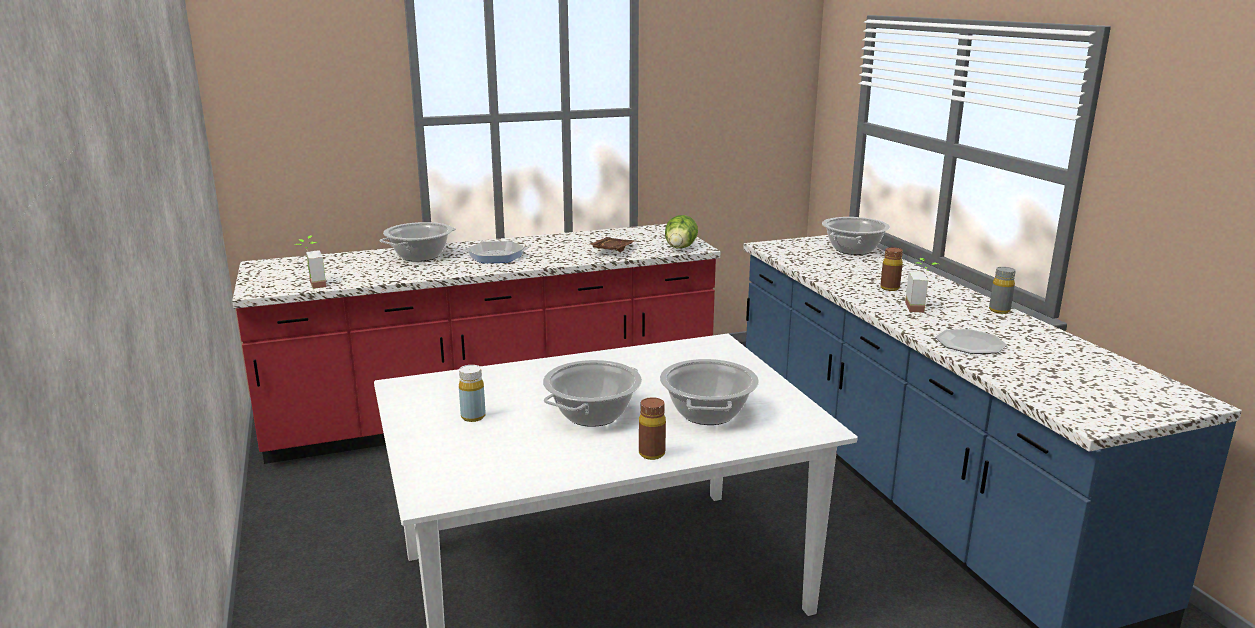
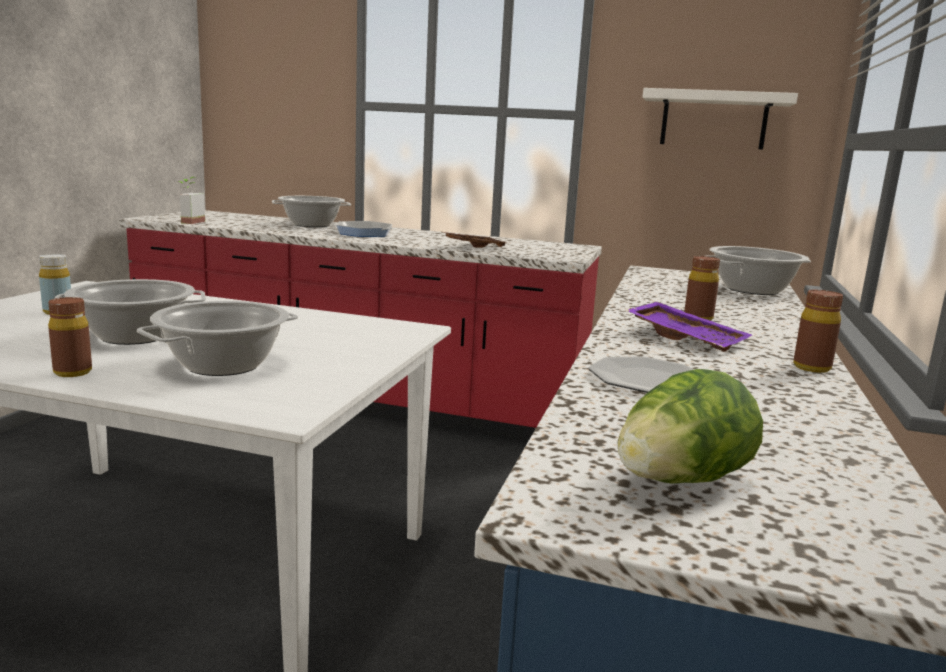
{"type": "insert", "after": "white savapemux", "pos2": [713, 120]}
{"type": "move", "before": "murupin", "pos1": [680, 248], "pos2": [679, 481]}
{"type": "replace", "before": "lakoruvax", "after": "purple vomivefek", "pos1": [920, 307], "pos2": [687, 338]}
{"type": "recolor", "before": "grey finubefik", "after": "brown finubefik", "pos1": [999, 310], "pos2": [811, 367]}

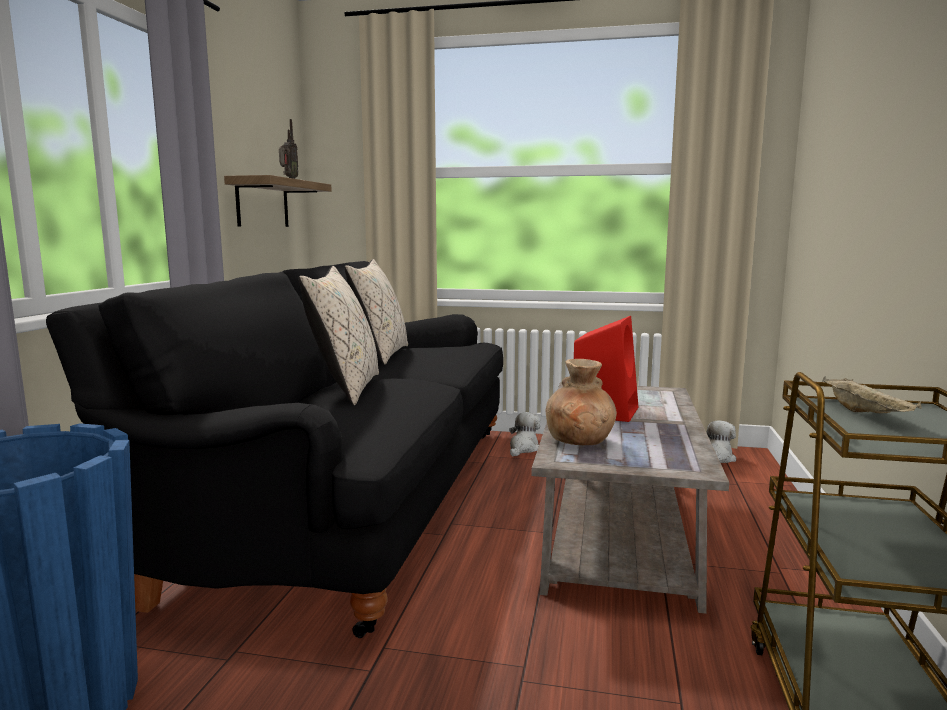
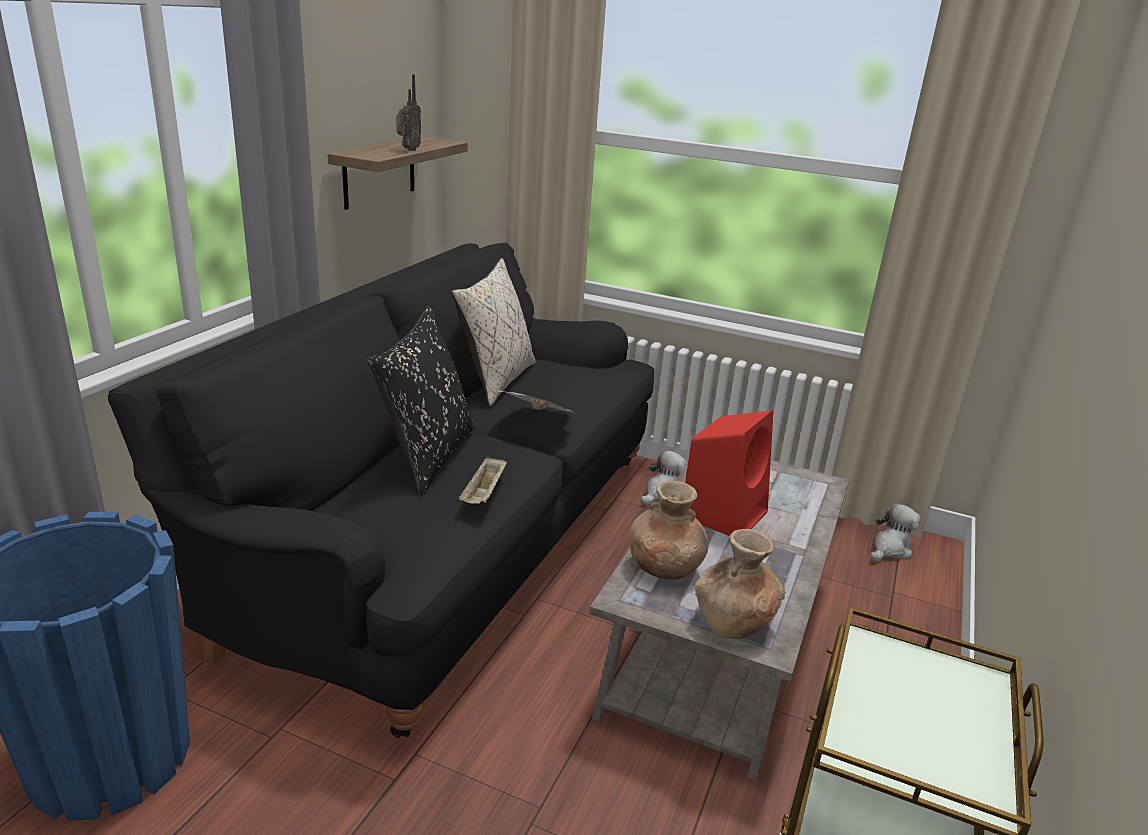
{"type": "insert", "after": "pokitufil", "pos2": [539, 422]}
{"type": "insert", "after": "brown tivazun", "pos2": [734, 622]}
{"type": "move", "before": "beige vomivefek", "pos1": [866, 414], "pos2": [484, 494]}
{"type": "recolor", "before": "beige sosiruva", "after": "black sosiruva", "pos1": [345, 389], "pos2": [426, 456]}

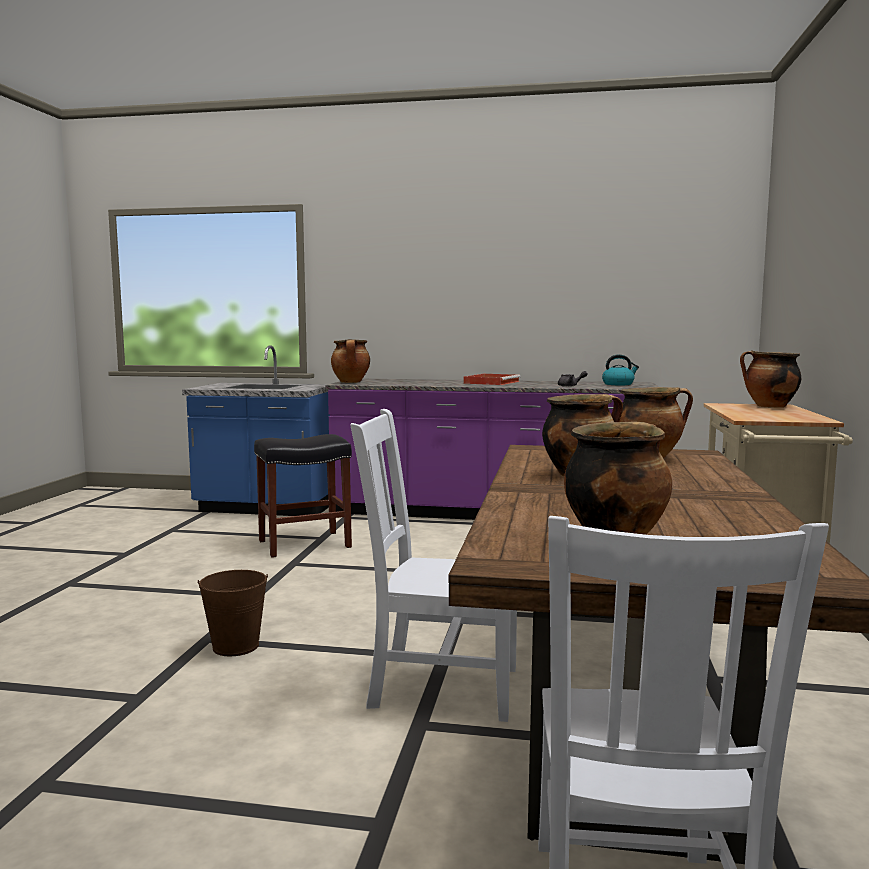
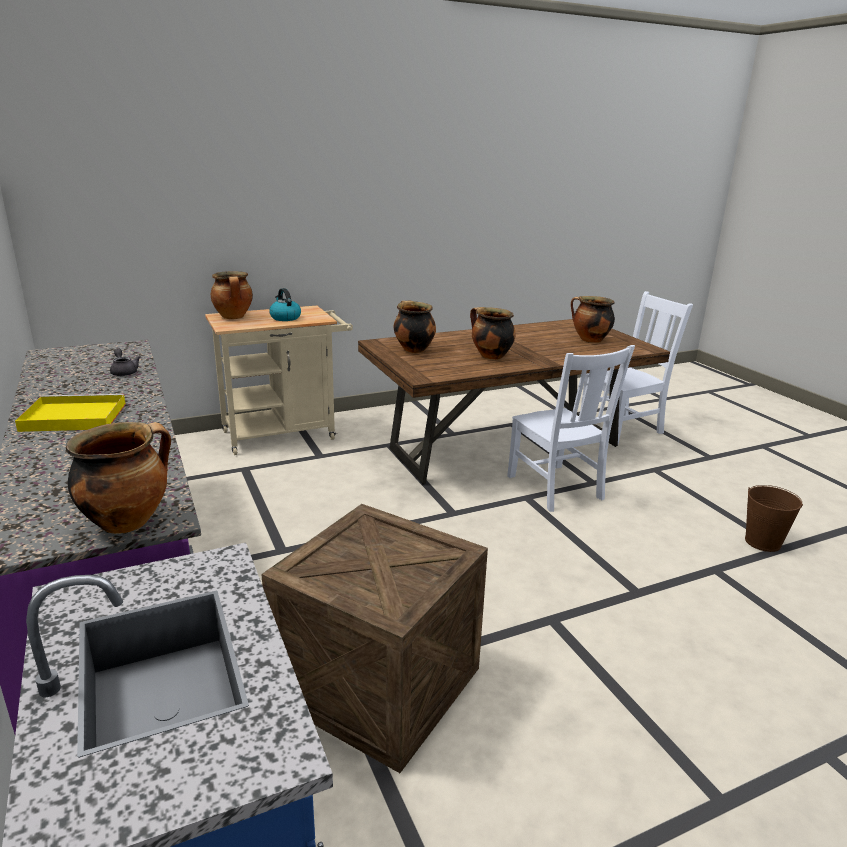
{"type": "move", "before": "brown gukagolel", "pos1": [235, 646], "pos2": [762, 542]}
{"type": "move", "before": "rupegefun", "pos1": [618, 384], "pos2": [285, 318]}
{"type": "replace", "before": "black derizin", "after": "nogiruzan", "pos1": [303, 544], "pos2": [382, 683]}
{"type": "recolor", "before": "red vomivefek", "after": "yellow vomivefek", "pos1": [491, 382], "pos2": [72, 417]}

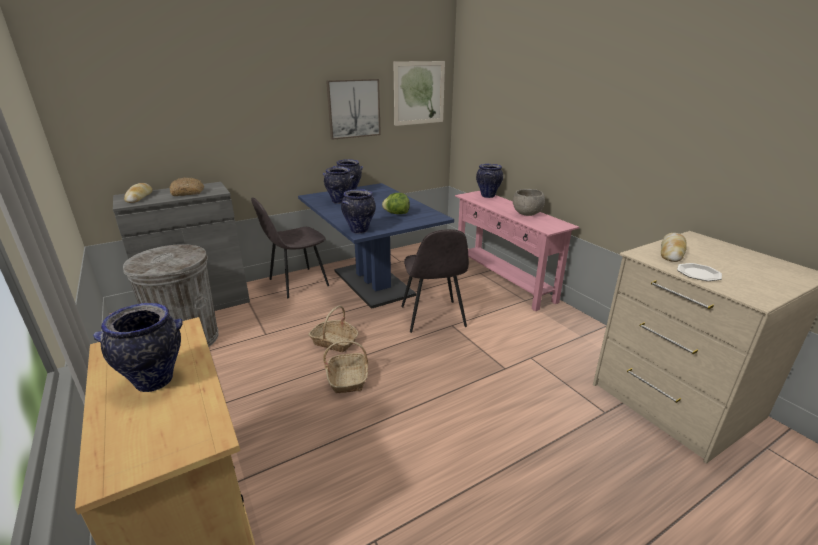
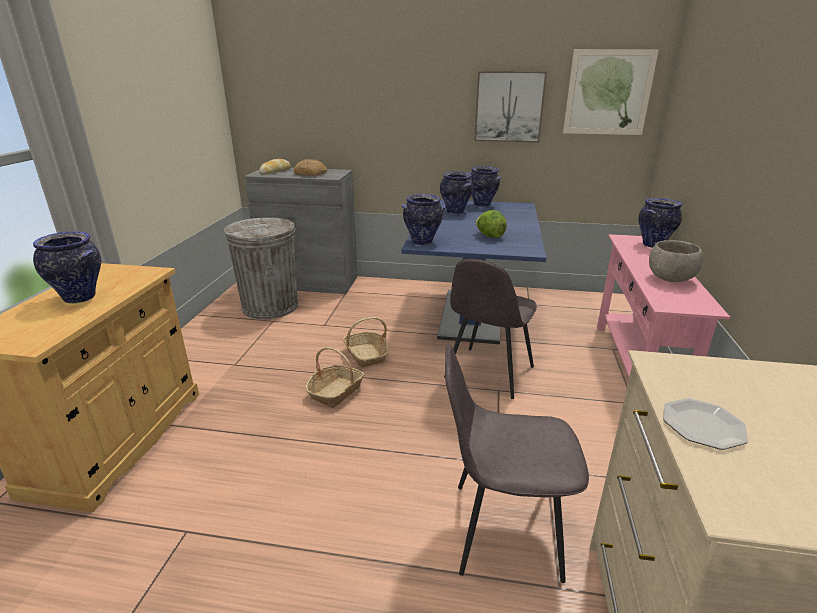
{"type": "delete", "before": "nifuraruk", "pos1": [671, 252]}
{"type": "move", "before": "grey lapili", "pos1": [297, 283], "pos2": [501, 529]}

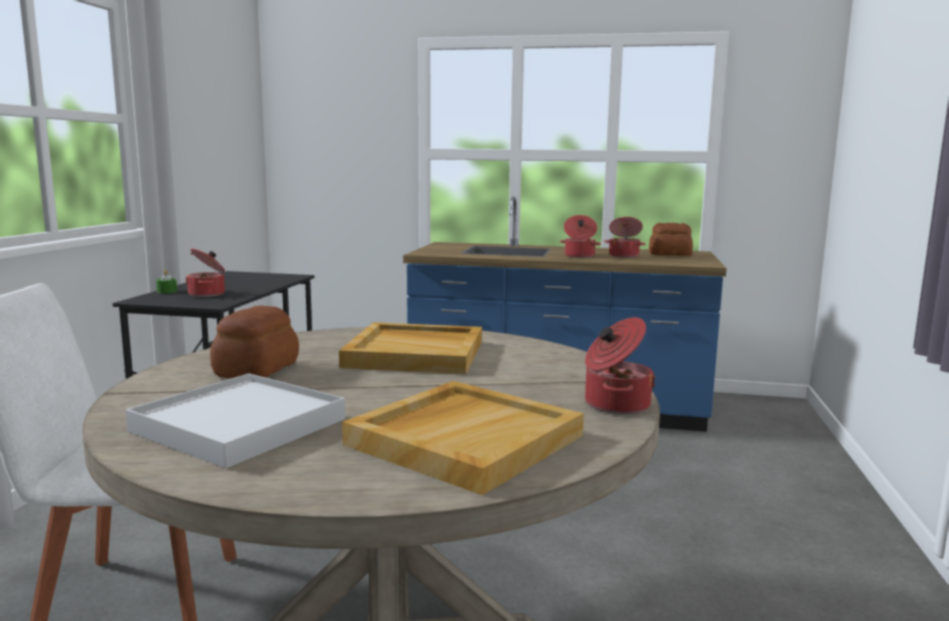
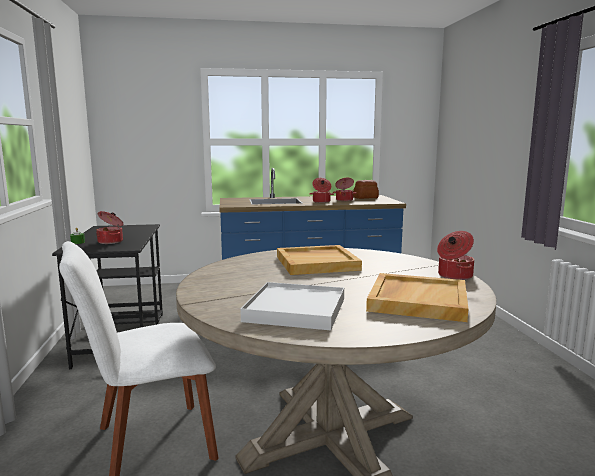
{"type": "delete", "before": "nifuraruk", "pos1": [258, 369]}

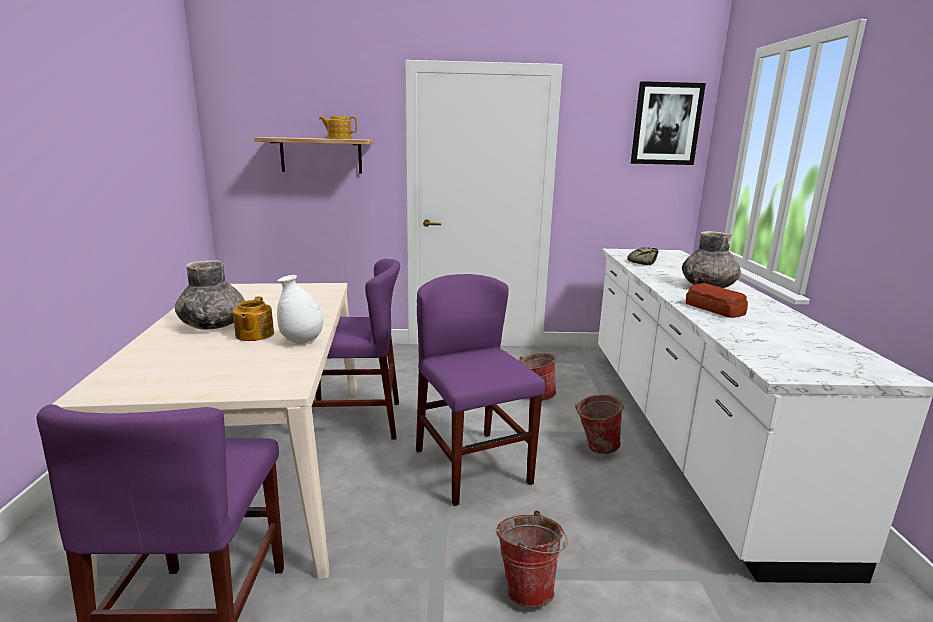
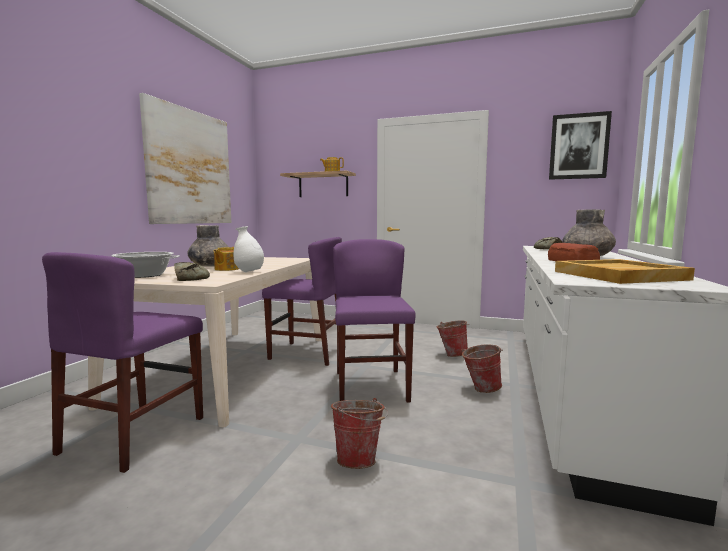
{"type": "insert", "after": "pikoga", "pos2": [145, 275]}
{"type": "insert", "after": "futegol", "pos2": [190, 167]}
{"type": "insert", "after": "nifuraruk", "pos2": [190, 278]}
{"type": "insert", "after": "beige vomivefek", "pos2": [618, 275]}

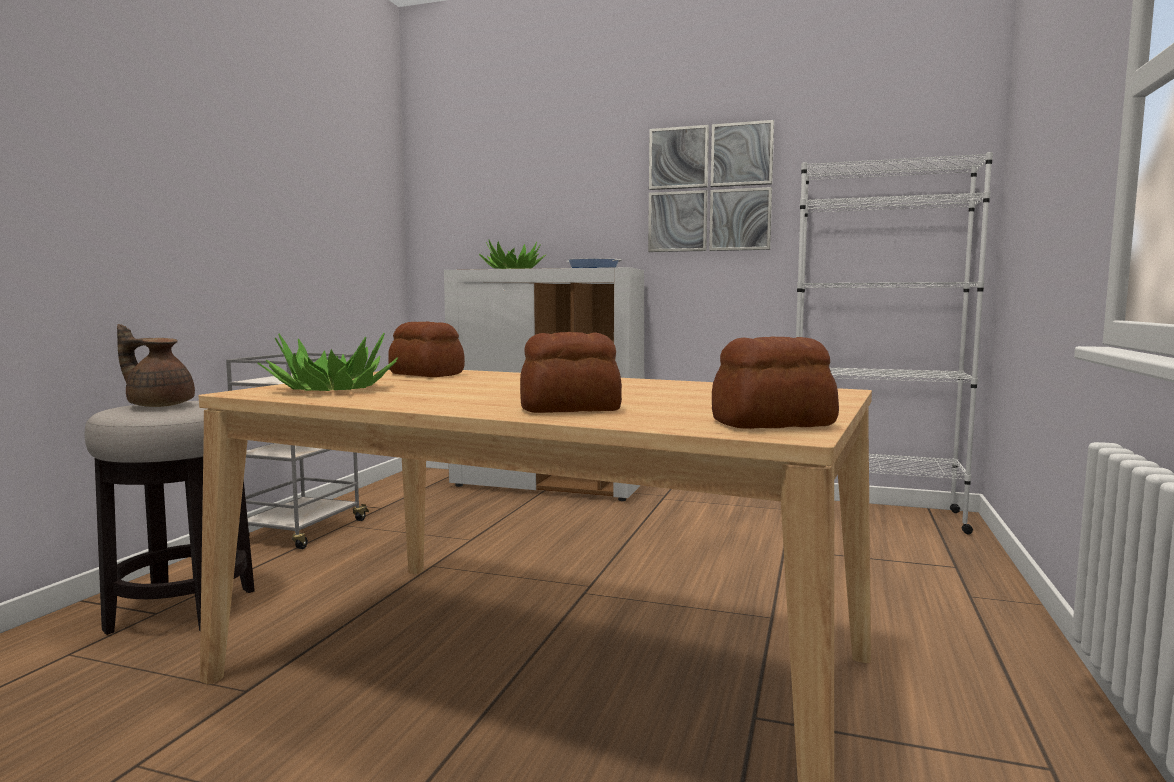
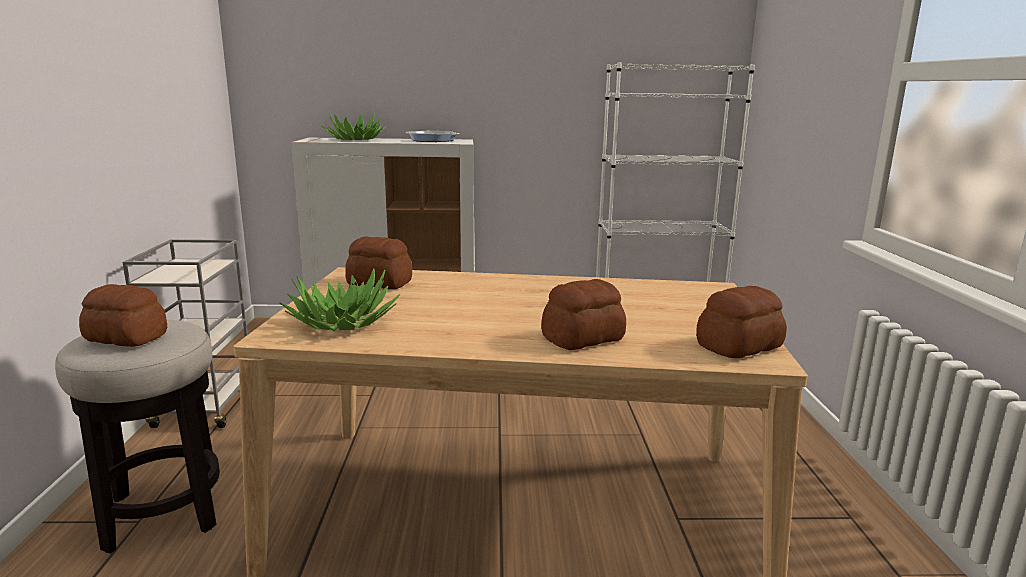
{"type": "delete", "before": "futegol", "pos1": [709, 189]}
{"type": "replace", "before": "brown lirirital", "after": "nifuraruk", "pos1": [159, 405], "pos2": [126, 337]}

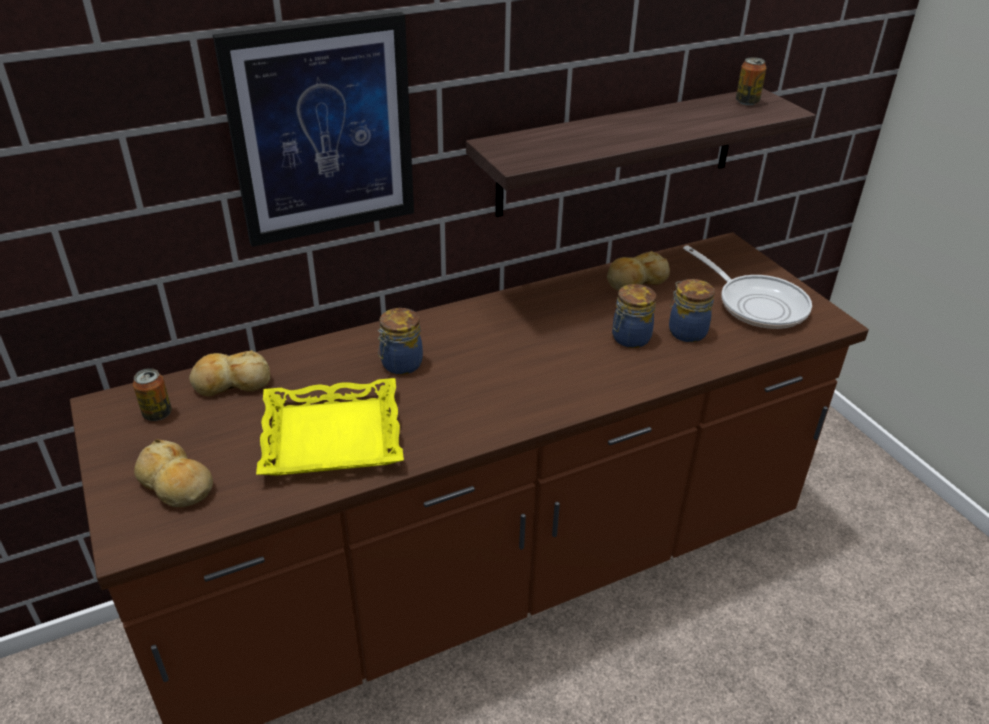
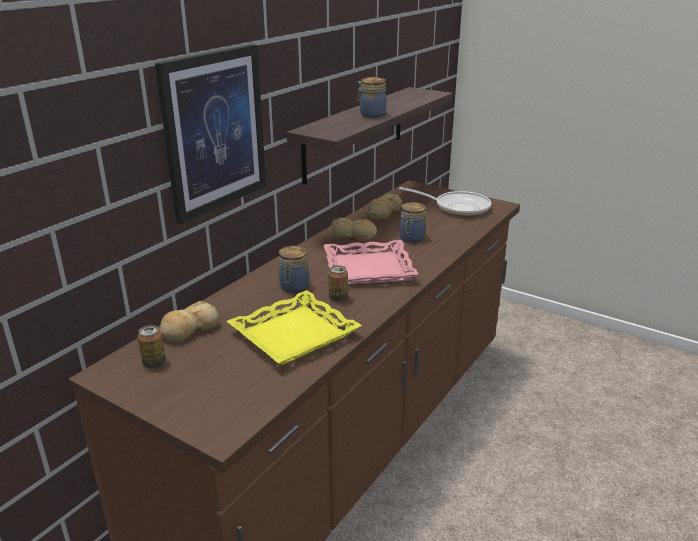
{"type": "insert", "after": "pink vomivefek", "pos2": [368, 269]}
{"type": "move", "before": "nifuraruk", "pos1": [176, 485], "pos2": [353, 237]}
{"type": "move", "before": "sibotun", "pos1": [686, 331], "pos2": [371, 115]}
{"type": "move", "before": "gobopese", "pos1": [747, 102], "pos2": [338, 298]}

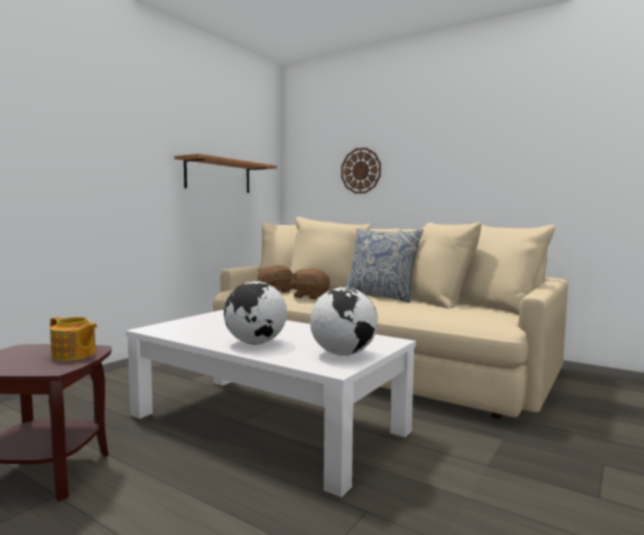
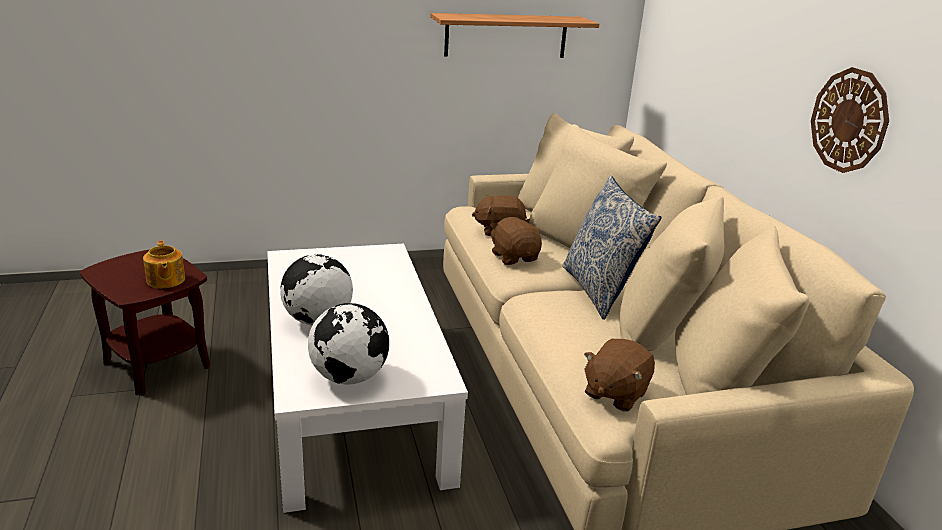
{"type": "insert", "after": "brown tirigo", "pos2": [615, 393]}
{"type": "move", "before": "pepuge", "pos1": [361, 170], "pos2": [849, 120]}

